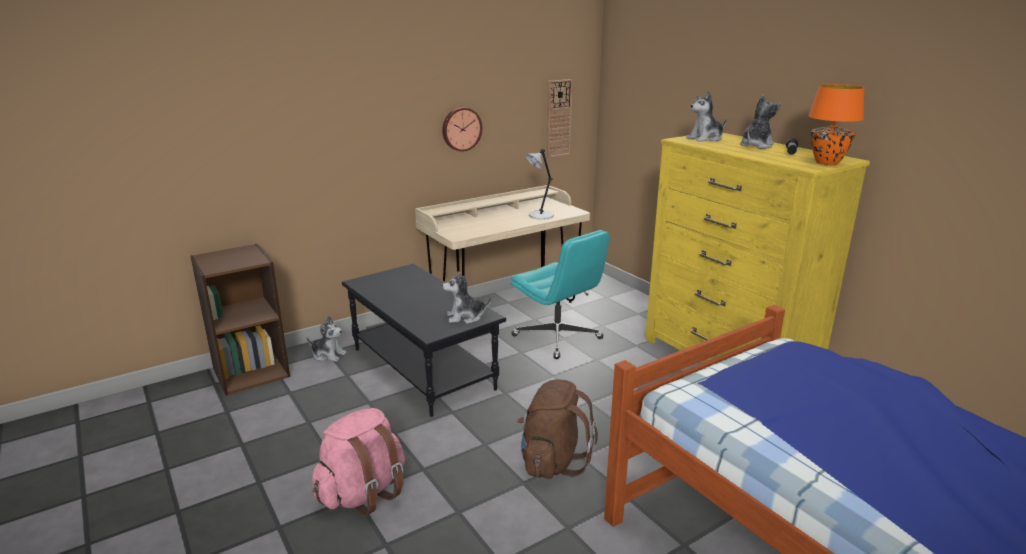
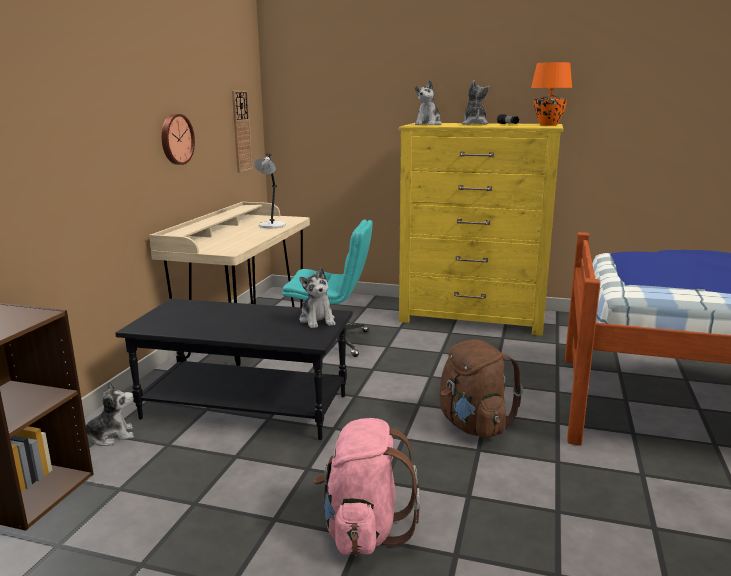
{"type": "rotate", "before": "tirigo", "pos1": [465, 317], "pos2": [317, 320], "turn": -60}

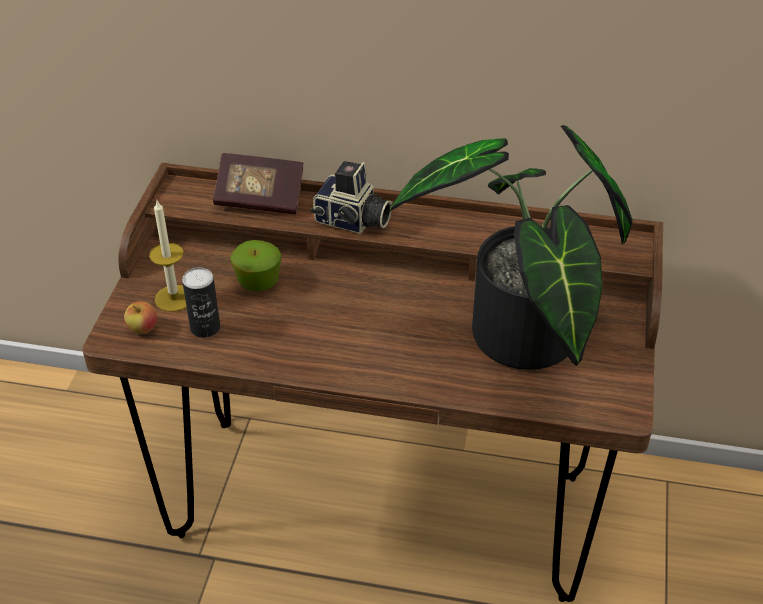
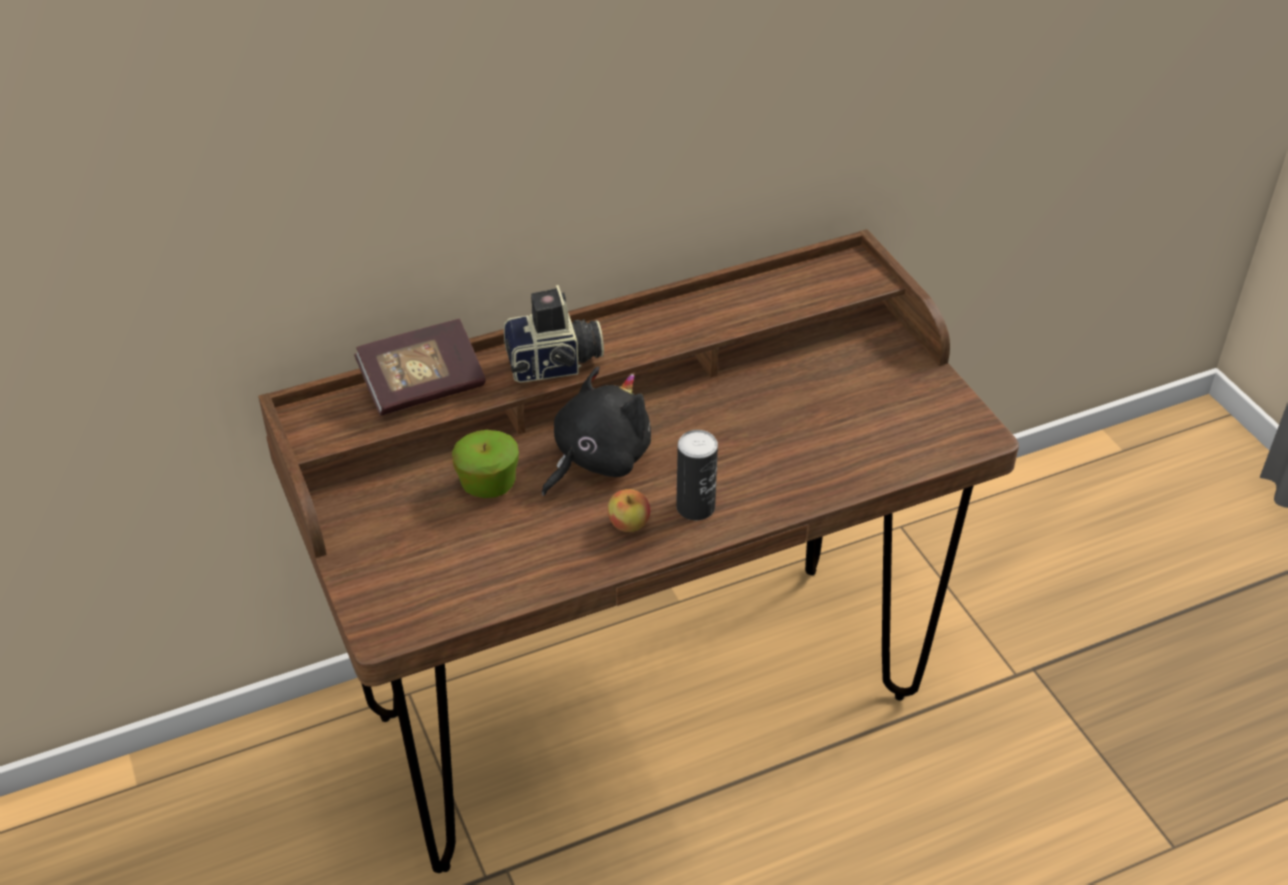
{"type": "delete", "before": "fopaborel", "pos1": [174, 298]}
{"type": "delete", "before": "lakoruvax", "pos1": [519, 343]}
{"type": "insert", "after": "black tirigo", "pos2": [597, 459]}
{"type": "move", "before": "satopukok", "pos1": [143, 329], "pos2": [629, 525]}
{"type": "move", "before": "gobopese", "pos1": [205, 328], "pos2": [695, 507]}

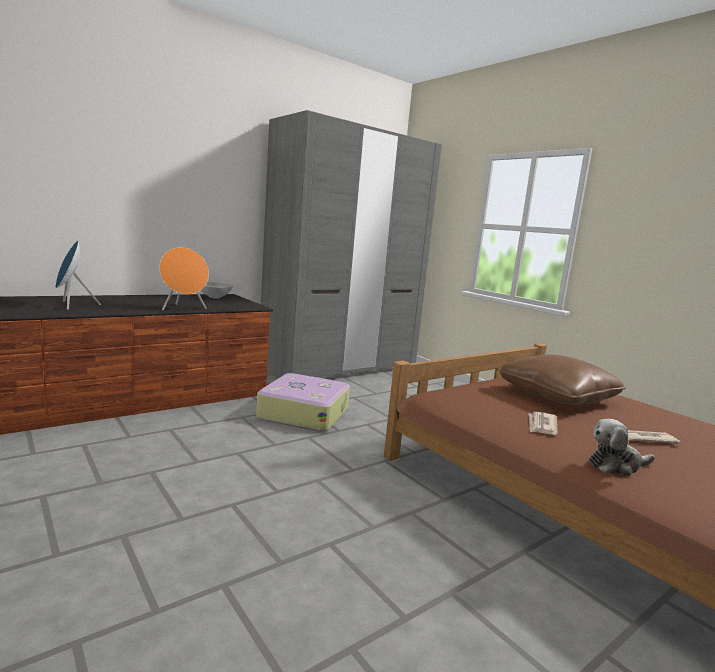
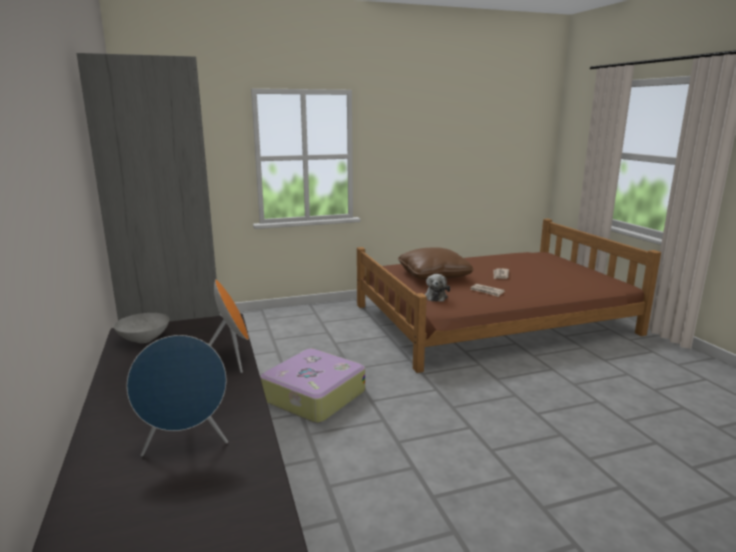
{"type": "move", "before": "tirigo", "pos1": [616, 465], "pos2": [435, 296]}

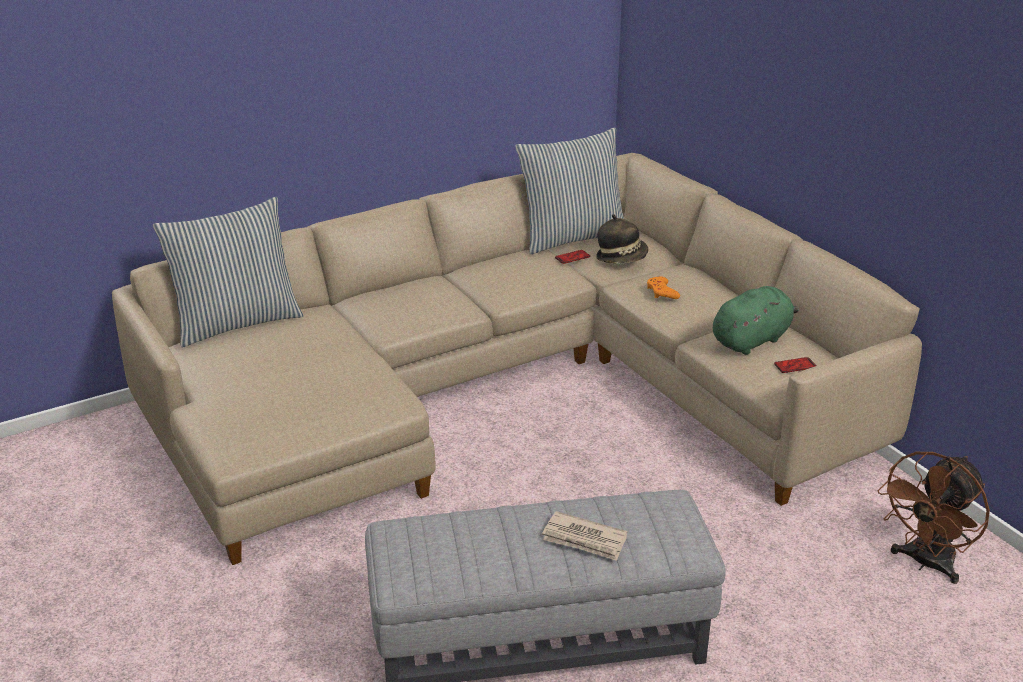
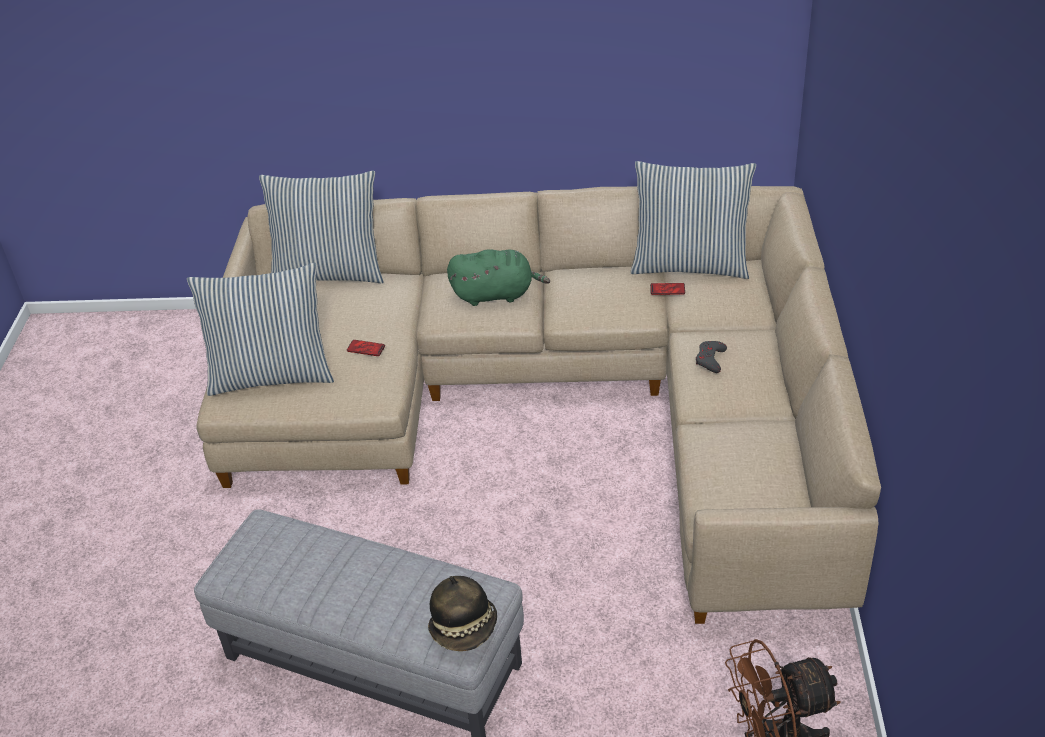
{"type": "delete", "before": "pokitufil", "pos1": [584, 539]}
{"type": "insert", "after": "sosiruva", "pos2": [272, 375]}
{"type": "move", "before": "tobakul", "pos1": [622, 258], "pos2": [465, 628]}
{"type": "move", "before": "green tirigo", "pos1": [752, 340], "pos2": [496, 294]}
{"type": "move", "before": "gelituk", "pos1": [795, 366], "pos2": [366, 348]}
{"type": "recolor", "before": "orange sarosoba", "after": "grey sarosoba", "pos1": [662, 292], "pos2": [710, 359]}

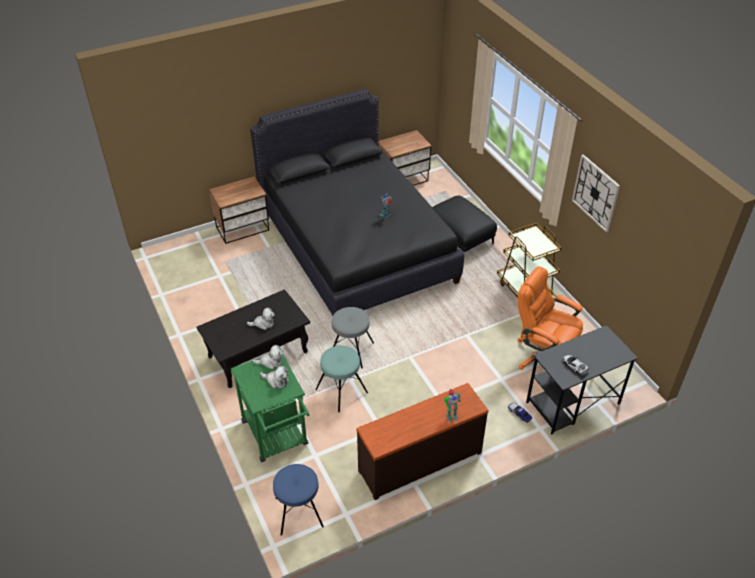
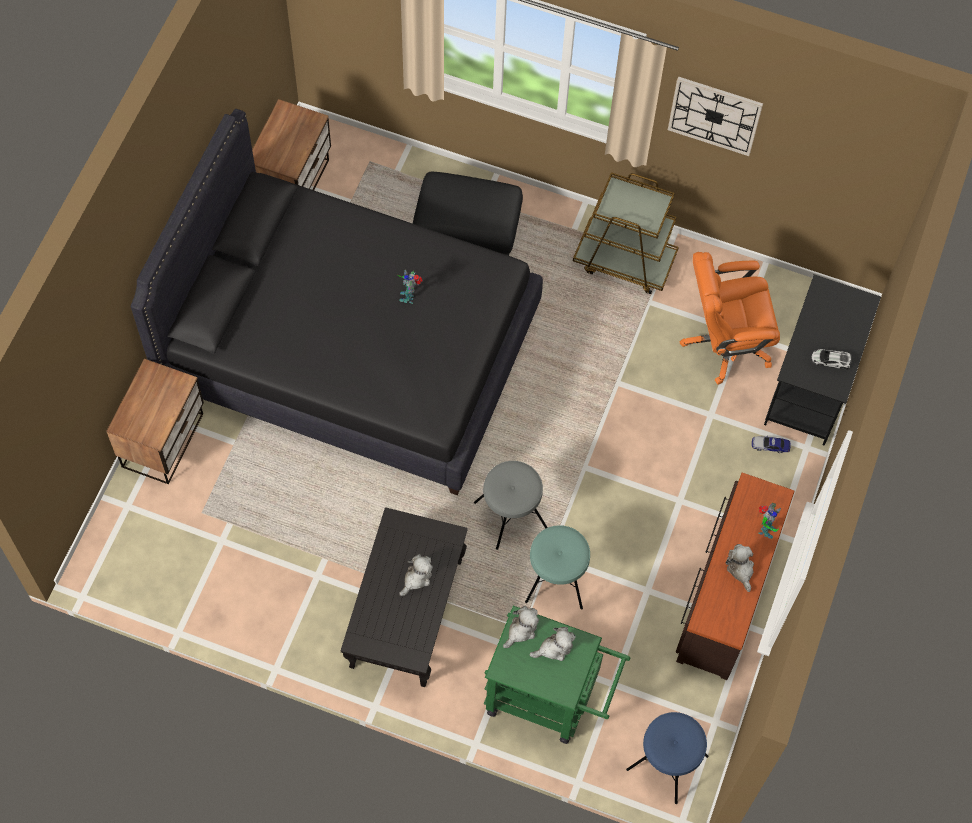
{"type": "insert", "after": "tirigo", "pos2": [740, 569]}

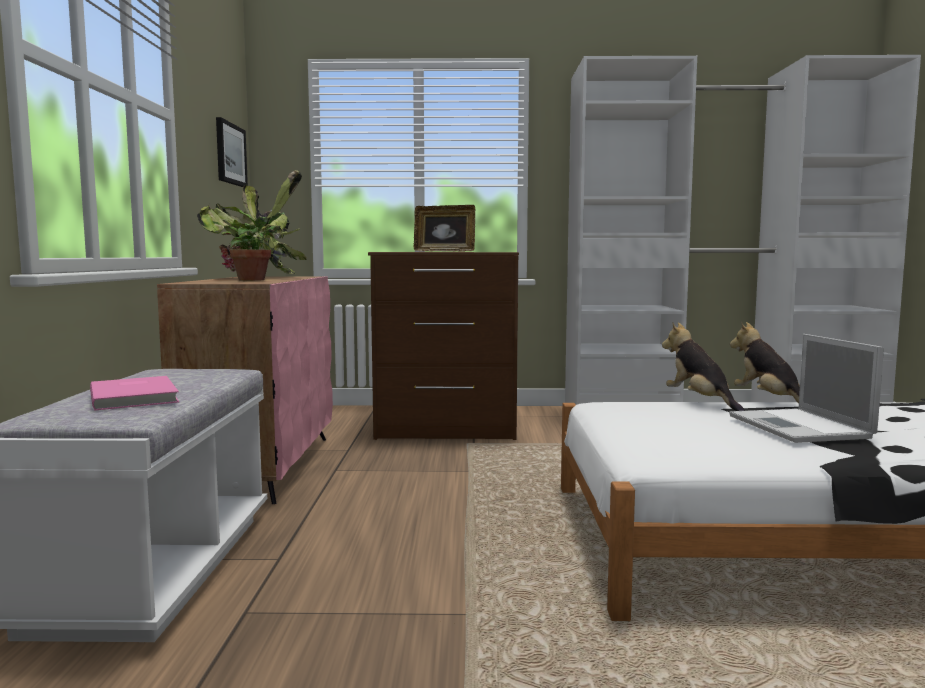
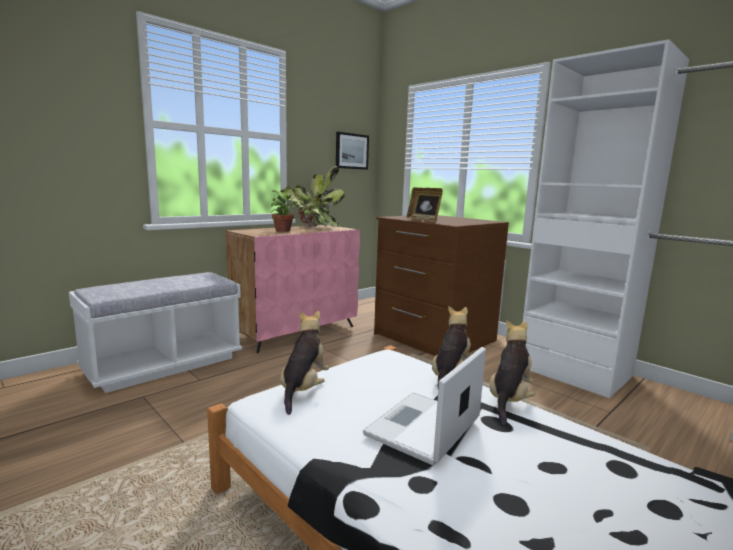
{"type": "delete", "before": "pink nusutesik", "pos1": [136, 396]}
{"type": "insert", "after": "tirigo", "pos2": [303, 388]}

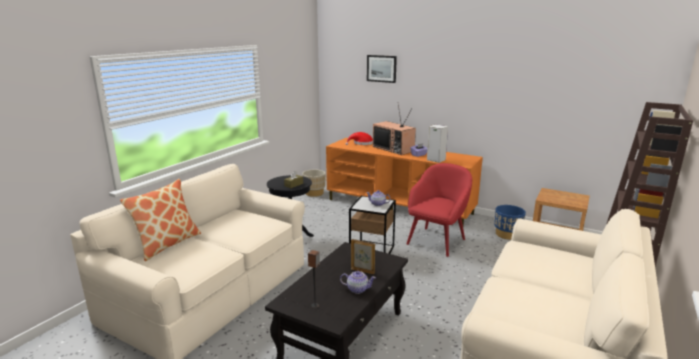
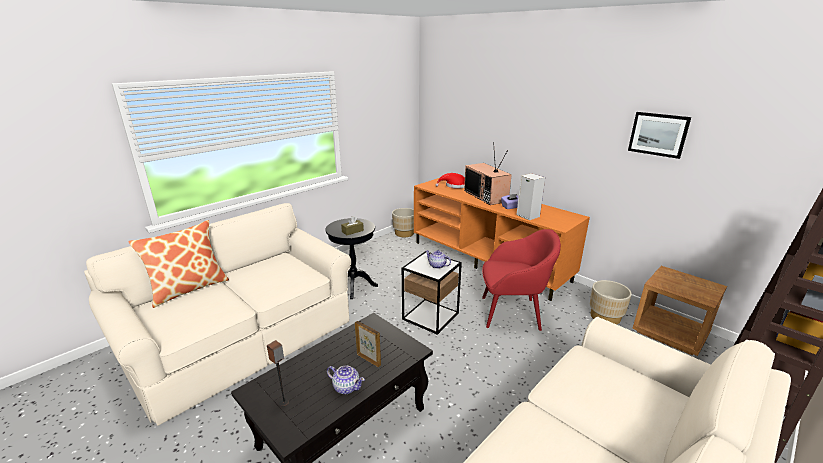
{"type": "move", "before": "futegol", "pos1": [381, 68], "pos2": [658, 134]}
{"type": "recolor", "before": "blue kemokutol", "after": "beige kemokutol", "pos1": [507, 234], "pos2": [605, 317]}
{"type": "rotate", "before": "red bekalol", "pos1": [436, 241], "pos2": [512, 313], "turn": 45}

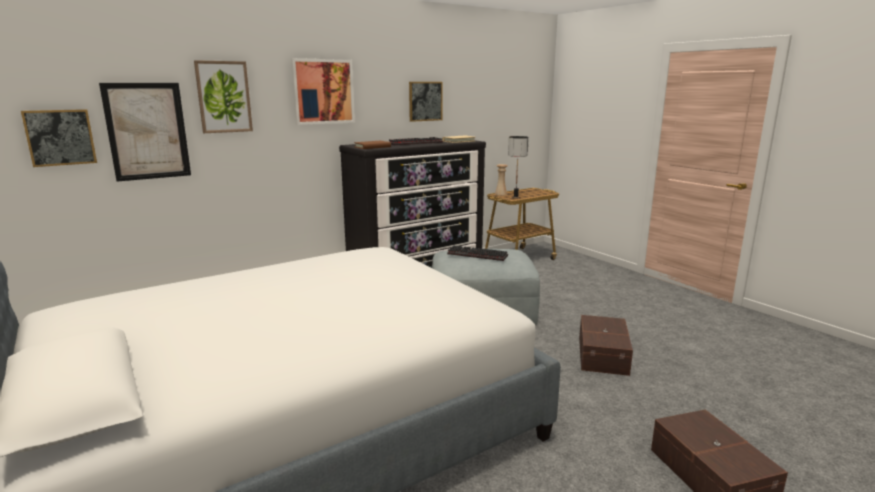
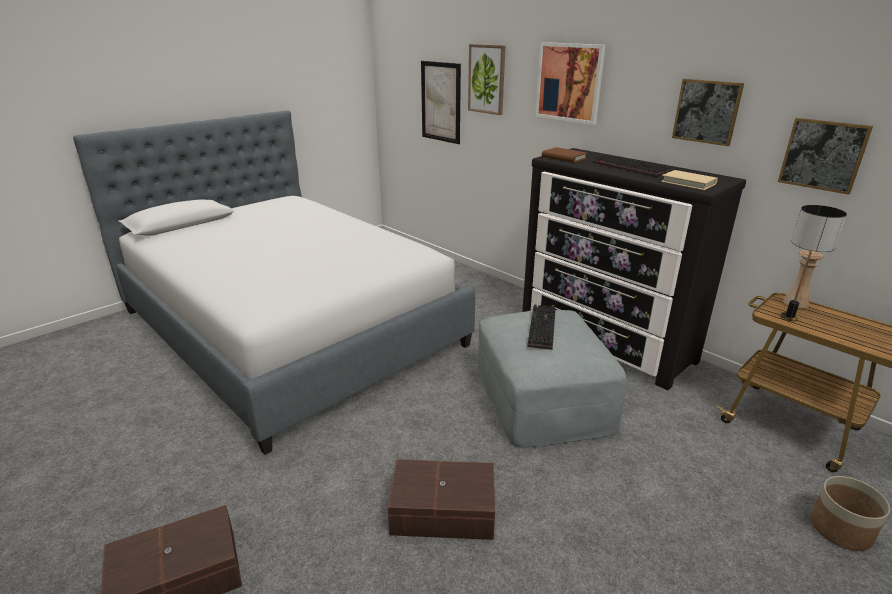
{"type": "insert", "after": "kemokutol", "pos2": [840, 529]}
{"type": "move", "before": "futegol", "pos1": [60, 137], "pos2": [823, 155]}

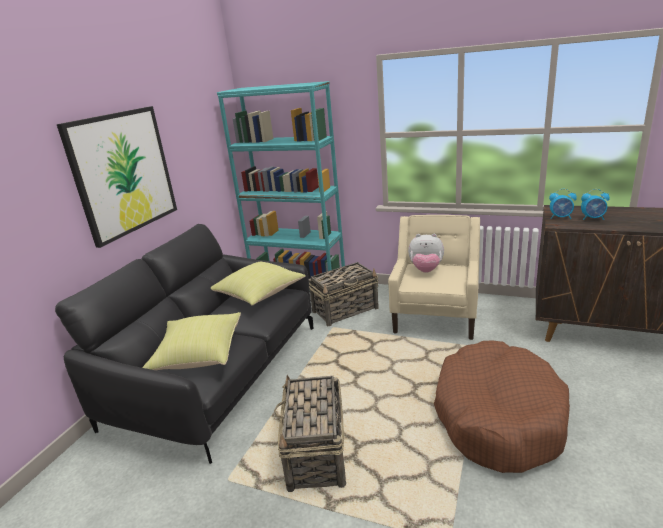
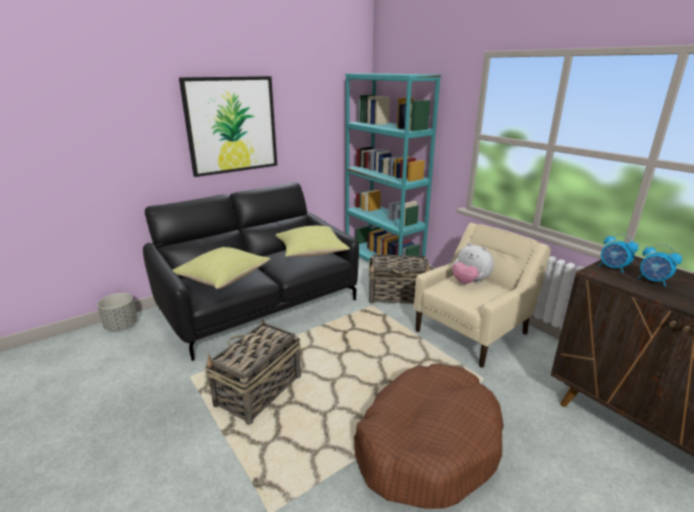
{"type": "insert", "after": "grey kemokutol", "pos2": [121, 325]}

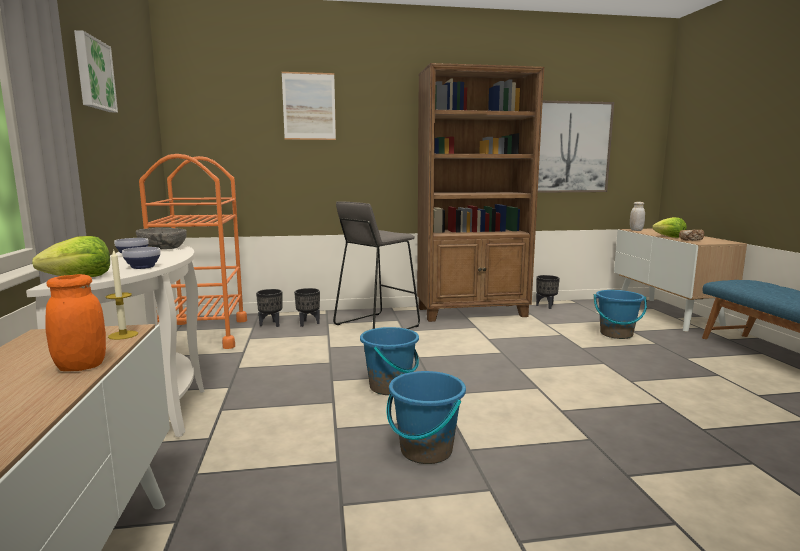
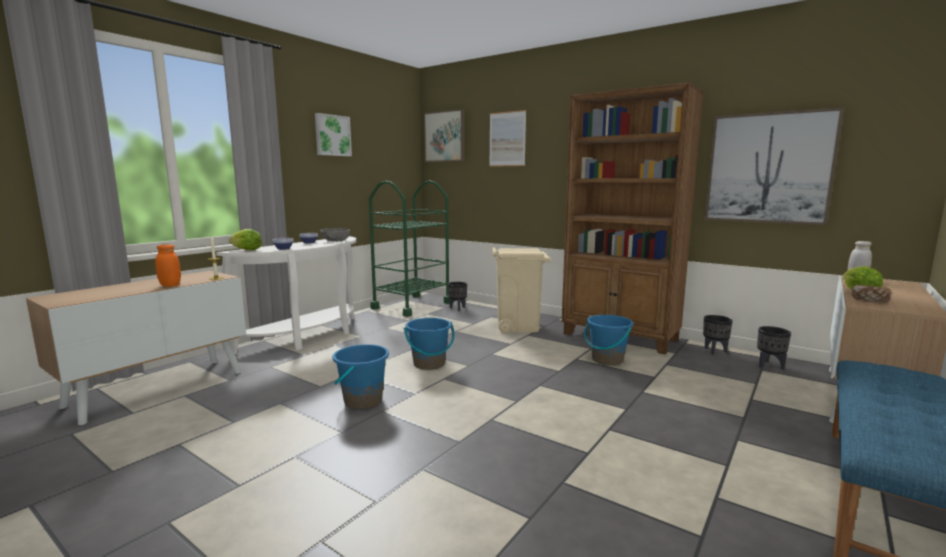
{"type": "insert", "after": "futegol", "pos2": [444, 136]}
{"type": "move", "before": "black kemokutol", "pos1": [308, 323], "pos2": [769, 365]}
{"type": "move", "before": "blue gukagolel", "pos1": [616, 334], "pos2": [607, 360]}
{"type": "replace", "before": "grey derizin", "after": "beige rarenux", "pos1": [376, 325], "pos2": [518, 326]}
{"type": "recolor", "before": "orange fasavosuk", "after": "green fasavosuk", "pos1": [203, 334], "pos2": [412, 305]}

